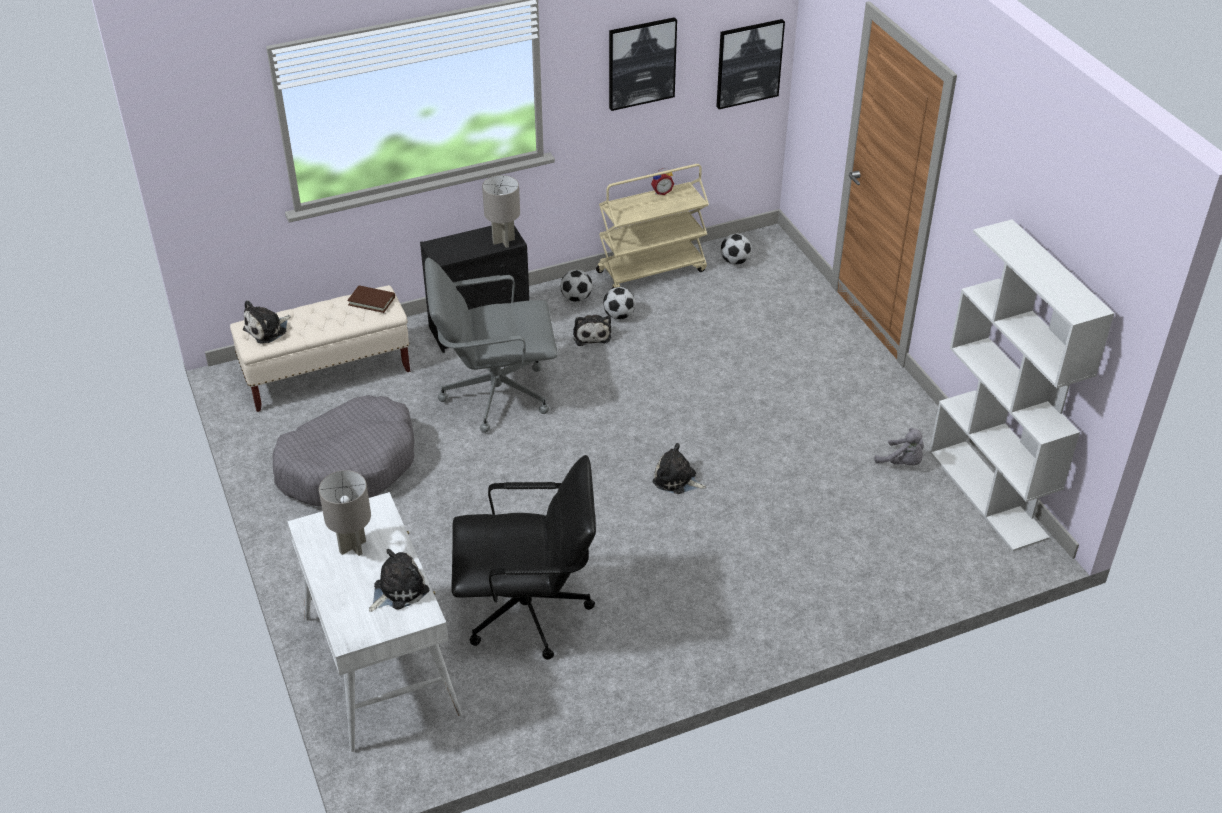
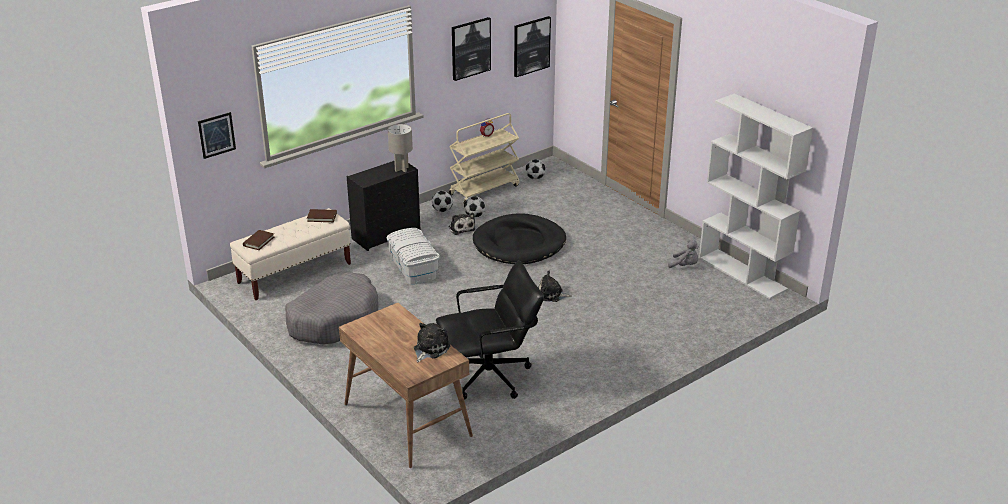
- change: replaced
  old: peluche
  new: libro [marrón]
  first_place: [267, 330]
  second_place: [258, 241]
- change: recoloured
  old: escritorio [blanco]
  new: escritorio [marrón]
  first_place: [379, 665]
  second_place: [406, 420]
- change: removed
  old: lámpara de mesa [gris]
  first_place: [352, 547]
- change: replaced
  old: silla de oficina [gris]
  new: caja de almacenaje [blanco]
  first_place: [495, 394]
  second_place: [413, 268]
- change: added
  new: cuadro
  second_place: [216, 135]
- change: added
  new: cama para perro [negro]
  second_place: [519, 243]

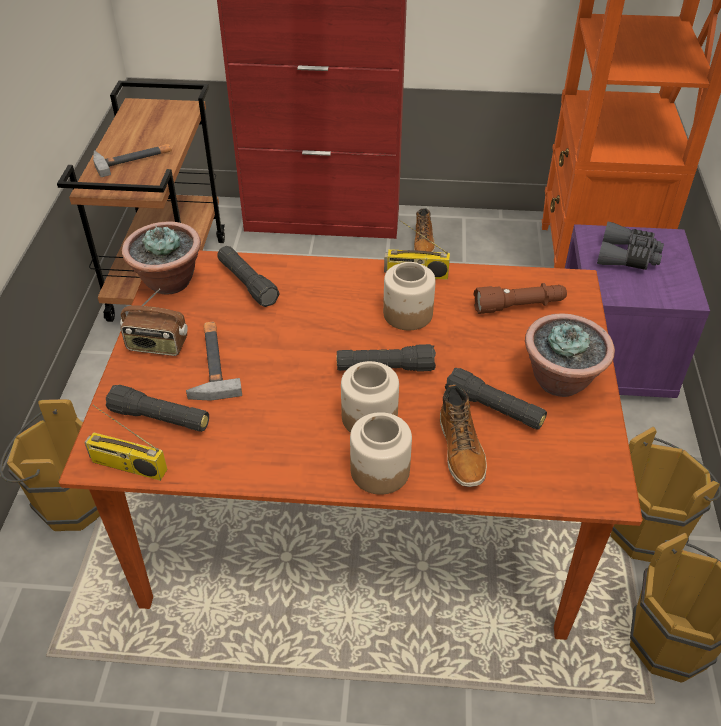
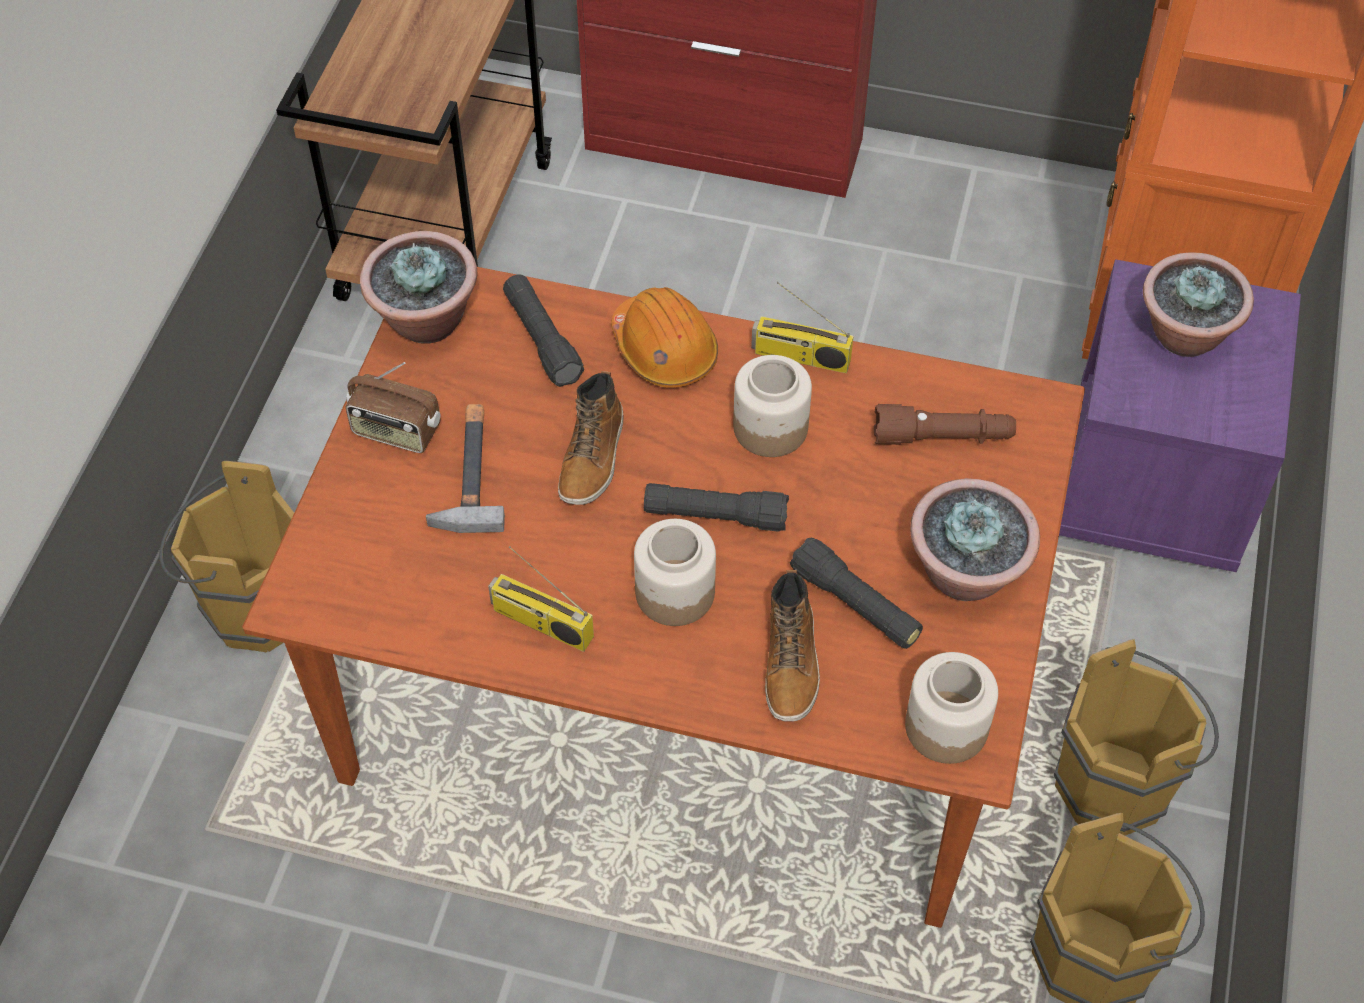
- change: moved
  old: radio
  first_place: [127, 466]
  second_place: [540, 623]
- change: removed
  old: martillo
  first_place: [133, 159]
- change: removed
  old: linterna [negro]
  first_place: [160, 418]
- change: moved
  old: tarro
  first_place: [379, 470]
  second_place: [945, 726]
- change: moved
  old: bota
  first_place: [424, 243]
  second_place: [593, 457]
- change: replaced
  old: prismáticos [gris]
  new: planta en maceta
  first_place: [628, 257]
  second_place: [1184, 337]
- change: added
  new: casco [naranja]
  second_place: [664, 349]

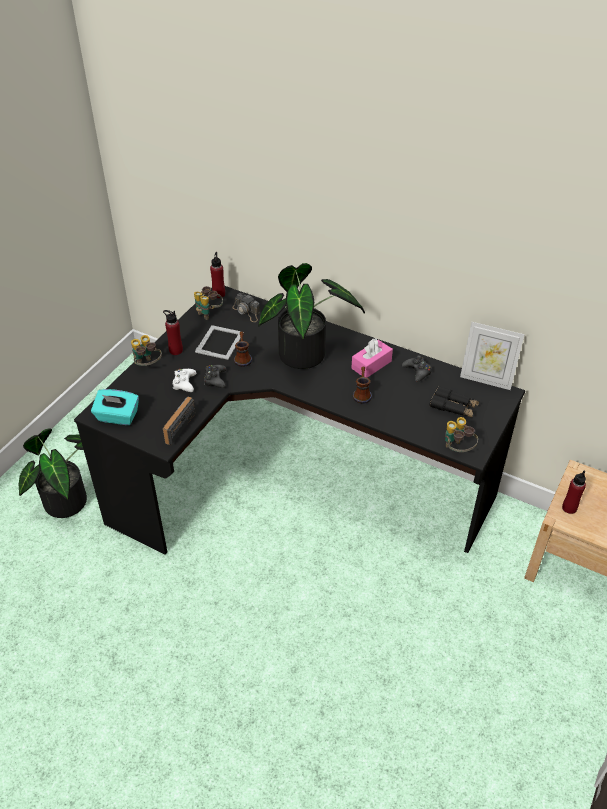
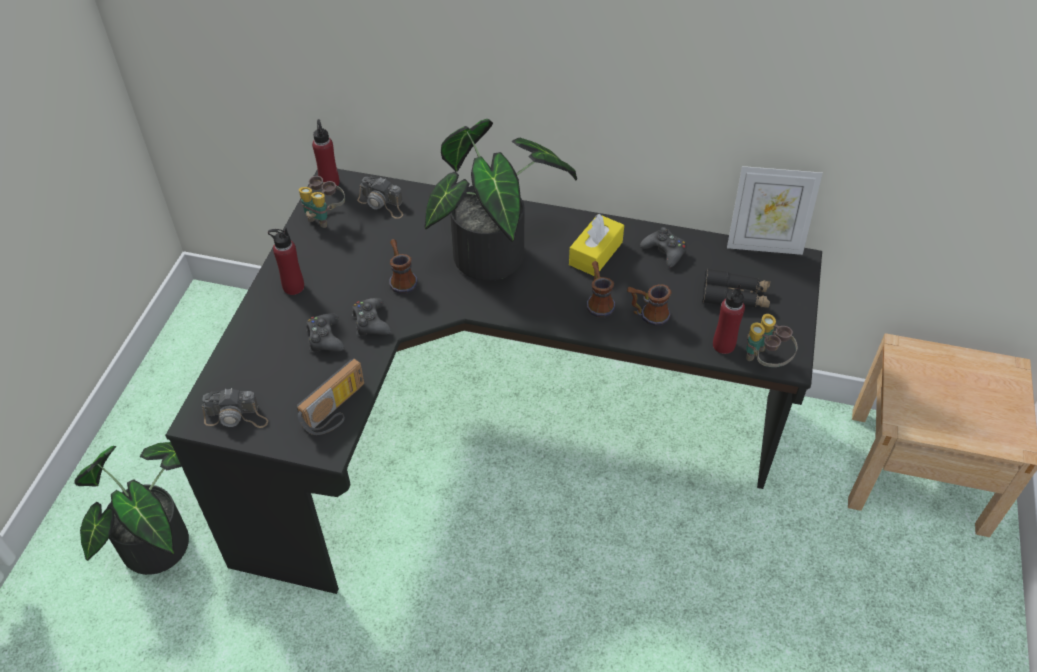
- change: replaced
  old: caja de pañuelos [turquesa]
  new: cámara
  first_place: [117, 417]
  second_place: [236, 416]
- change: removed
  old: prismáticos
  first_place: [147, 365]
- change: turned
  old: radio
  first_place: [177, 425]
  second_place: [337, 411]
  degrees: -150
- change: recoloured
  old: mando de consola [blanco]
  new: mando de consola [negro]
  first_place: [184, 383]
  second_place: [325, 338]
- change: removed
  old: portarretratos
  first_place: [220, 342]
- change: recoloured
  old: caja de pañuelos [rosa]
  new: caja de pañuelos [amarillo]
  first_place: [371, 365]
  second_place: [595, 253]
- change: moved
  old: botella [rojo]
  first_place: [569, 508]
  second_place: [723, 345]
- change: added
  new: taza grande
  second_place: [647, 315]

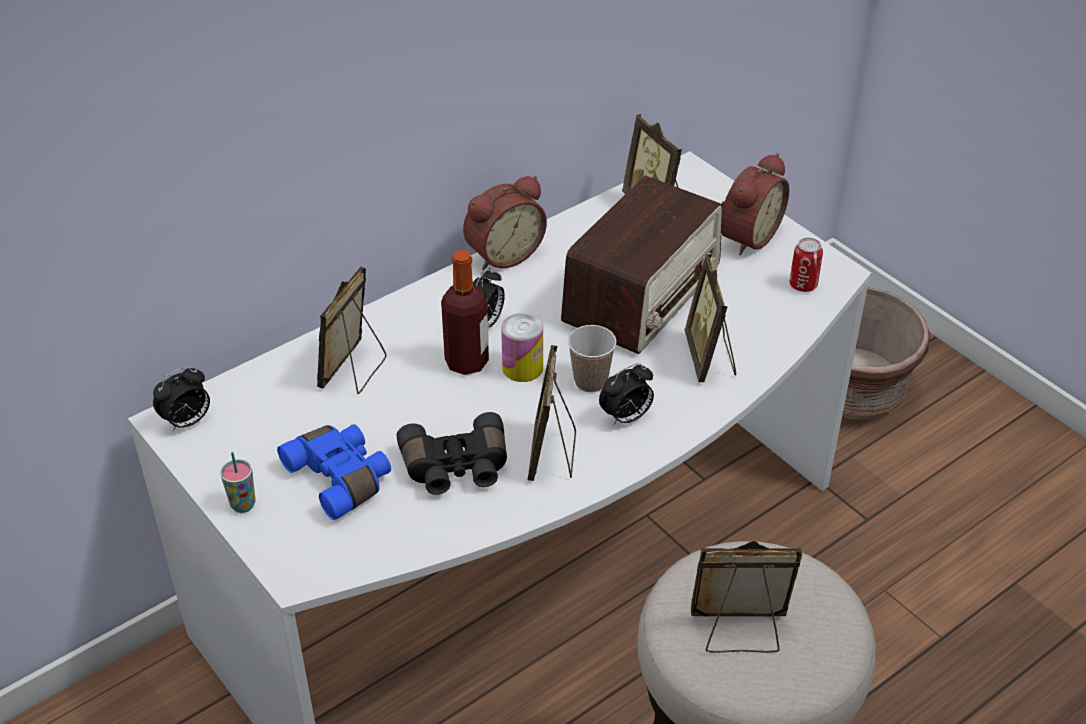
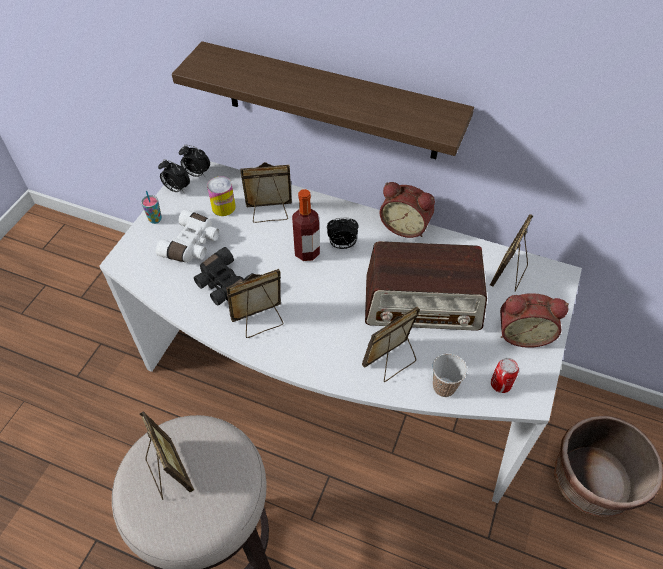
- change: recoloured
  old: prismáticos [azul]
  new: prismáticos [blanco]
  first_place: [341, 477]
  second_place: [192, 245]
- change: moved
  old: lata
  first_place: [522, 367]
  second_place: [223, 207]
- change: moved
  old: taza
  first_place: [590, 381]
  second_place: [444, 387]
- change: moved
  old: despertador
  first_place: [626, 418]
  second_place: [176, 189]
- change: added
  new: estante
  second_place: [331, 102]

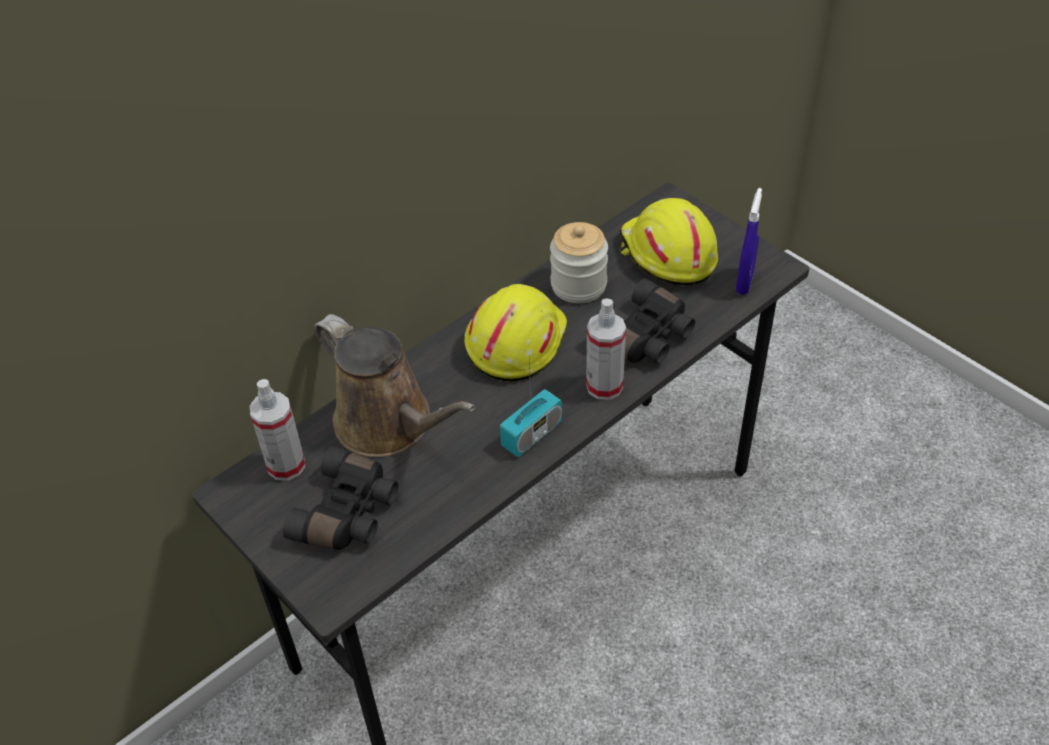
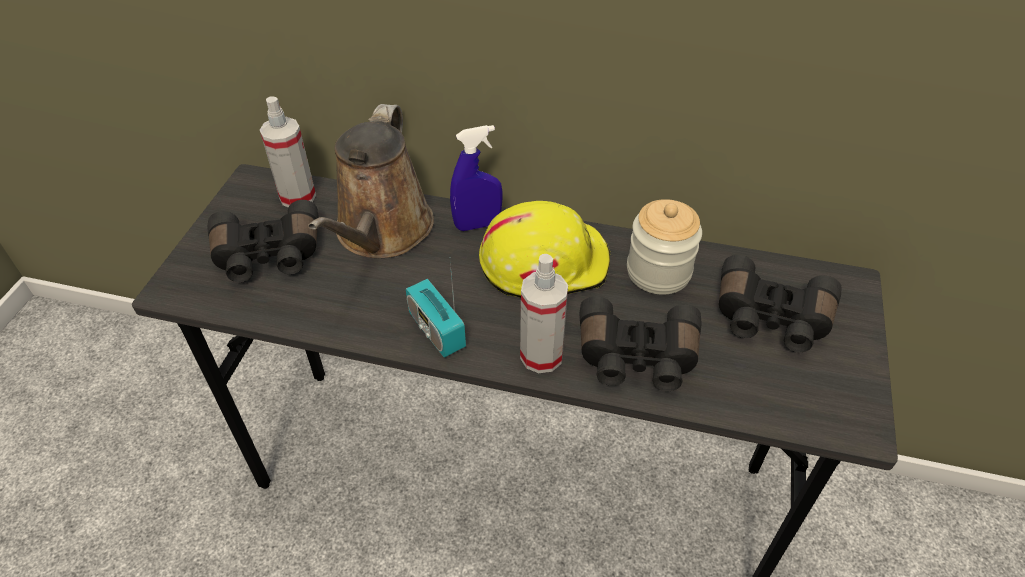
- change: turned
  old: radio
  first_place: [532, 434]
  second_place: [436, 330]
  degrees: 45
- change: replaced
  old: casco [amarillo]
  new: prismáticos [negro]
  first_place: [666, 255]
  second_place: [770, 319]
- change: moved
  old: pulverizador [azul]
  first_place: [744, 282]
  second_place: [477, 224]

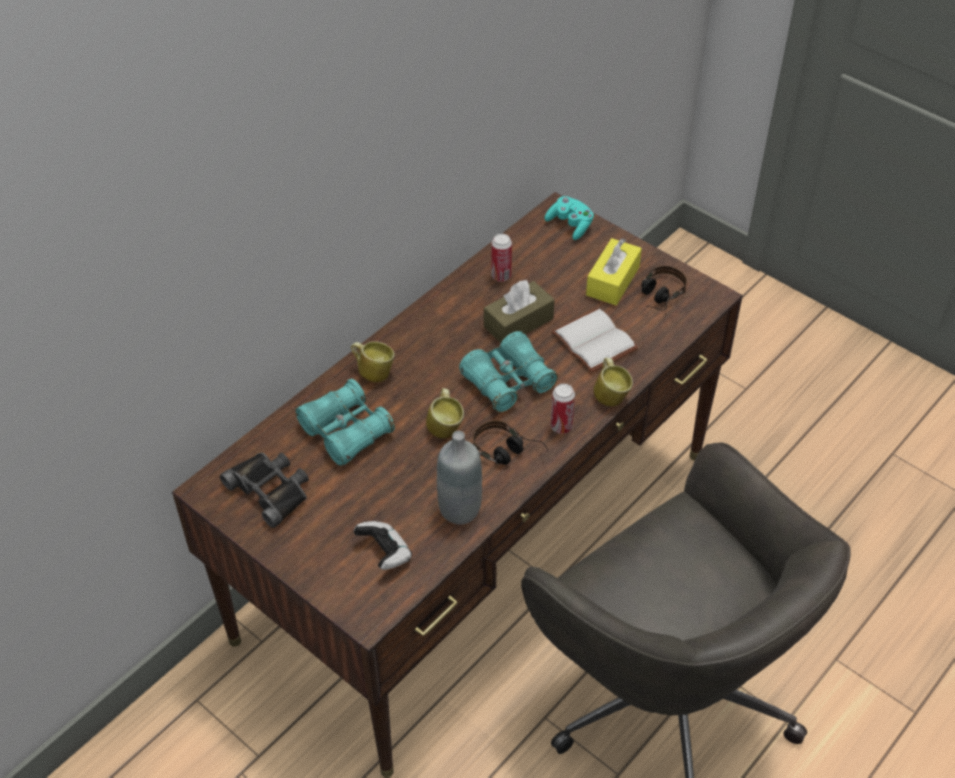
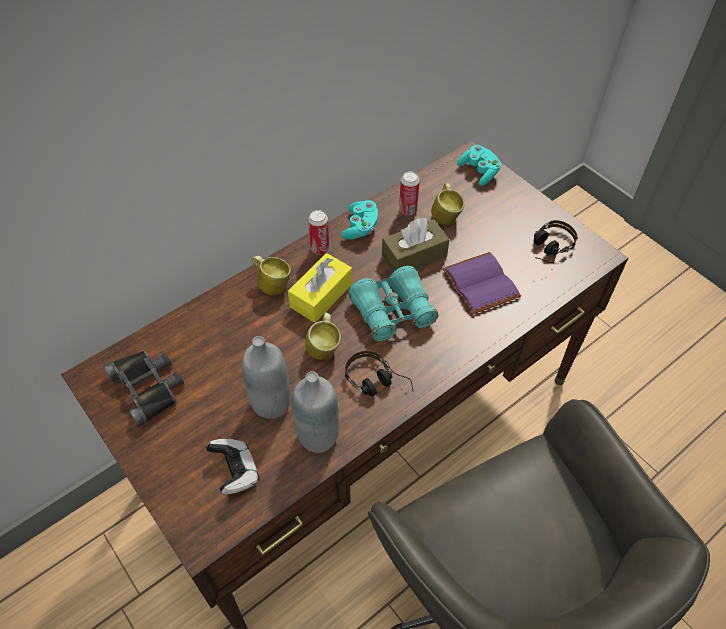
- change: removed
  old: prismáticos [turquesa]
  first_place: [346, 431]
- change: recoloured
  old: libro [blanco]
  new: libro [morado]
  first_place: [596, 341]
  second_place: [483, 284]
- change: moved
  old: lata
  first_place: [561, 426]
  second_place: [320, 248]
- change: moved
  old: caja de pañuelos [amarillo]
  first_place: [612, 281]
  second_place: [321, 295]
- change: moved
  old: taza grande
  first_place: [611, 395]
  second_place: [446, 216]
- change: added
  new: botella [gris]
  second_place: [271, 403]
- change: added
  new: mando de consola [turquesa]
  second_place: [360, 227]

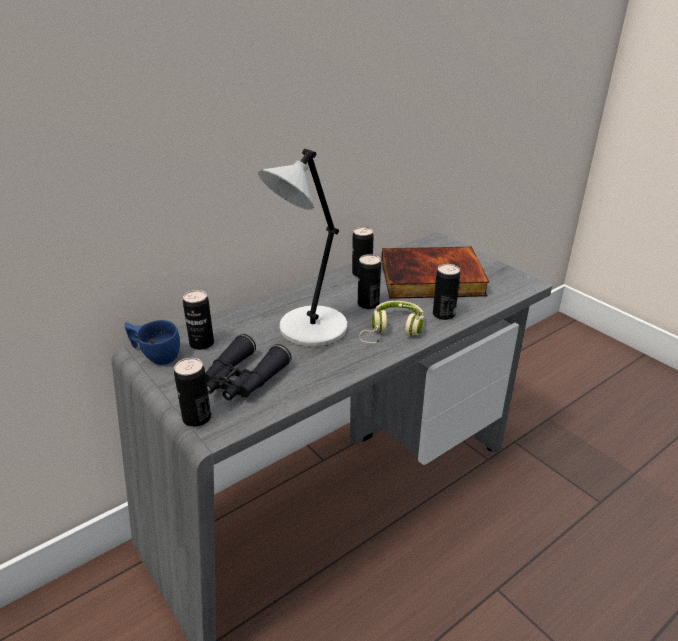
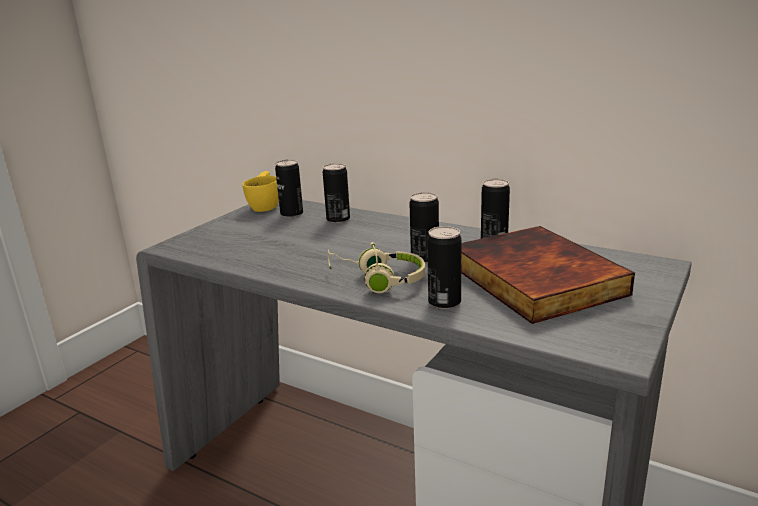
- change: recoloured
  old: taza [azul]
  new: taza [amarillo]
  first_place: [155, 355]
  second_place: [266, 205]
- change: moved
  old: lata
  first_place: [197, 418]
  second_place: [338, 219]
- change: removed
  old: prismáticos [negro]
  first_place: [242, 380]
- change: removed
  old: lámpara de mesa [gris]
  first_place: [310, 329]

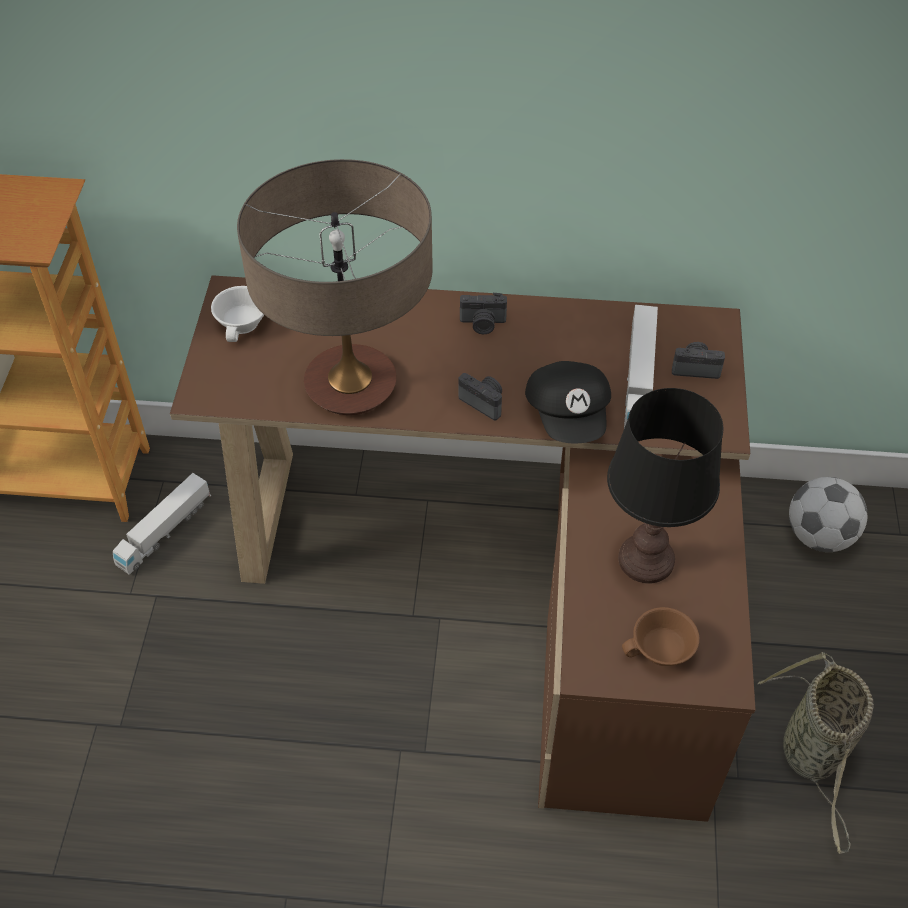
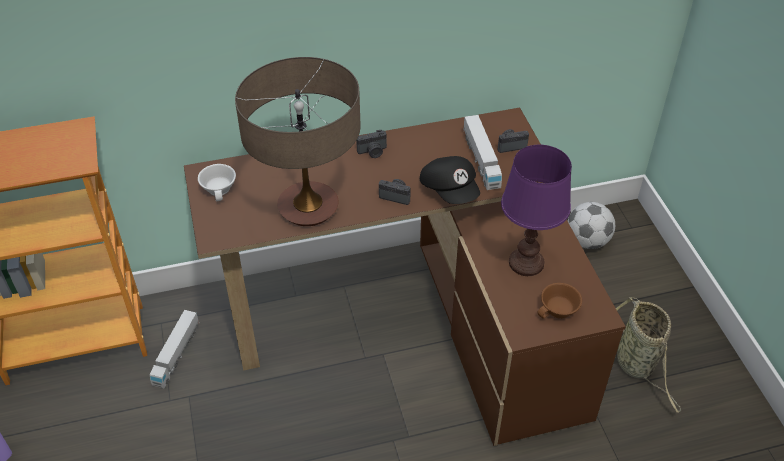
- change: recoloured
  old: lámpara de mesa [negro]
  new: lámpara de mesa [morado]
  first_place: [647, 559]
  second_place: [526, 262]

